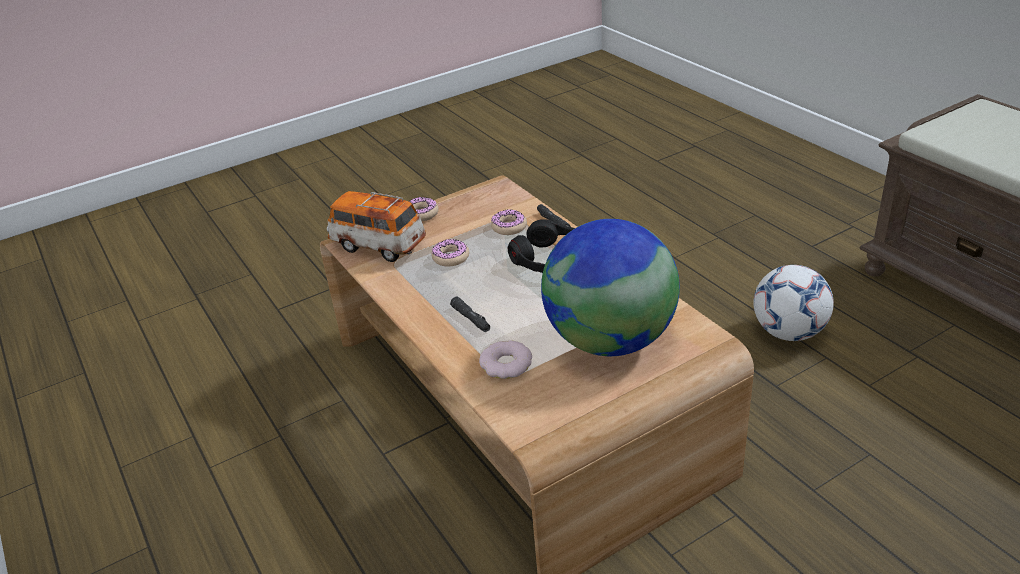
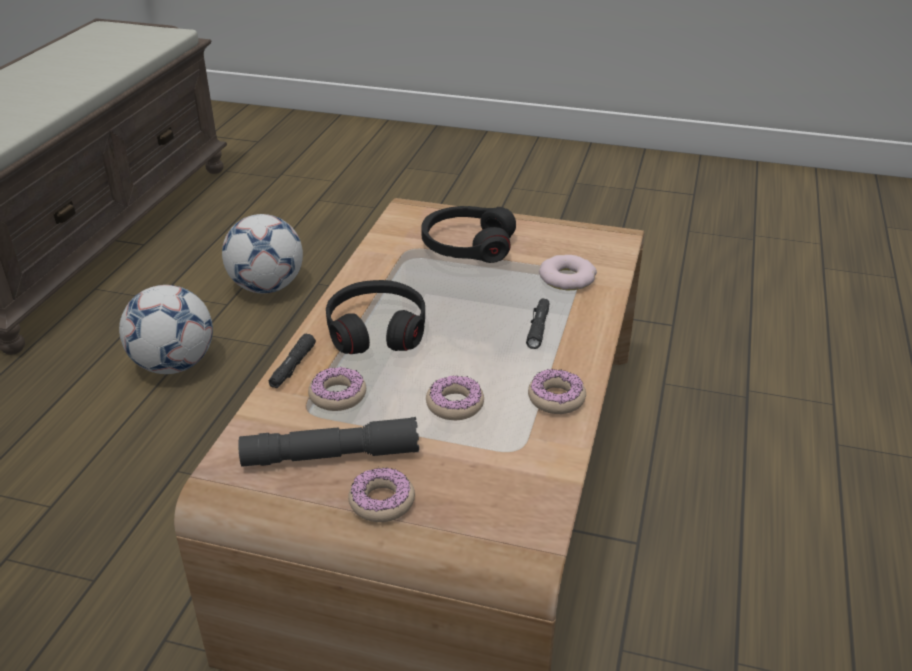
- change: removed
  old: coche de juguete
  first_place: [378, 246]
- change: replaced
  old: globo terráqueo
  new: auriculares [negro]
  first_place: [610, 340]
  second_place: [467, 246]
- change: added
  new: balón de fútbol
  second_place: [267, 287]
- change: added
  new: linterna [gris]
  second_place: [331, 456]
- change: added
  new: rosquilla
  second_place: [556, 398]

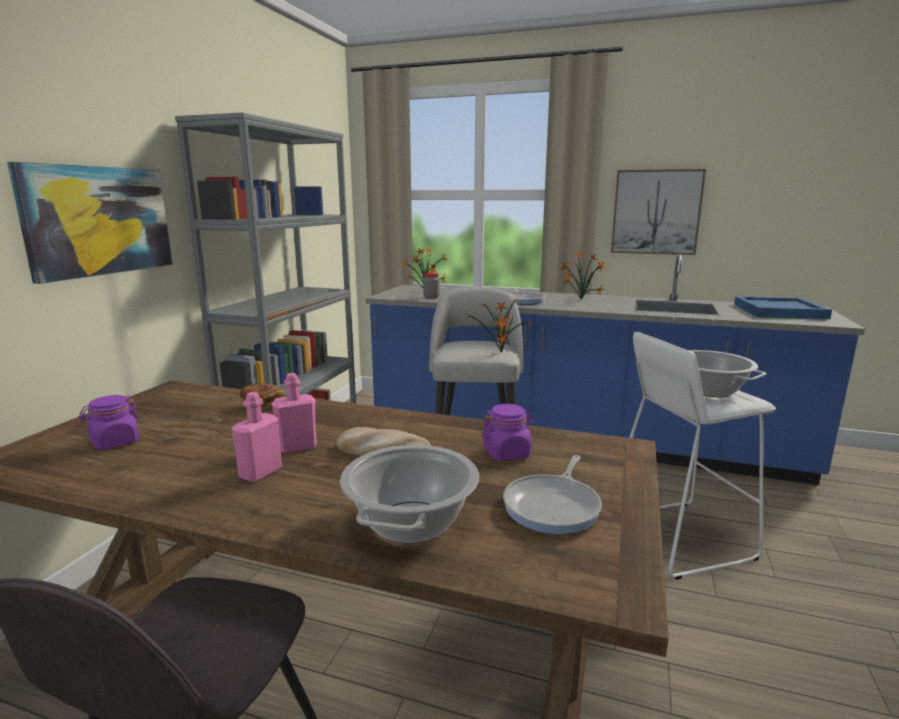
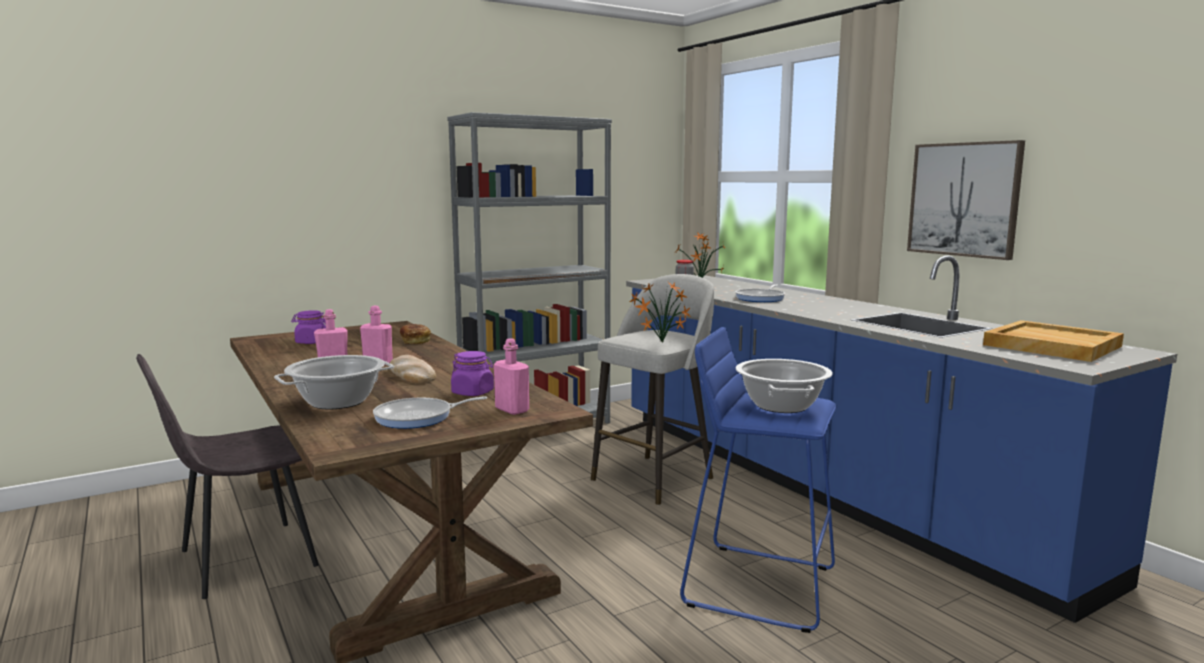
- change: removed
  old: cuadro
  first_place: [99, 221]
- change: removed
  old: planta en maceta
  first_place: [580, 299]
- change: recoloured
  old: taburete [blanco]
  new: taburete [azul]
  first_place: [678, 537]
  second_place: [759, 585]
- change: recoloured
  old: bandeja [azul]
  new: bandeja [beis]
  first_place: [778, 311]
  second_place: [1050, 345]
- change: added
  new: botella [rosa]
  second_place: [512, 410]

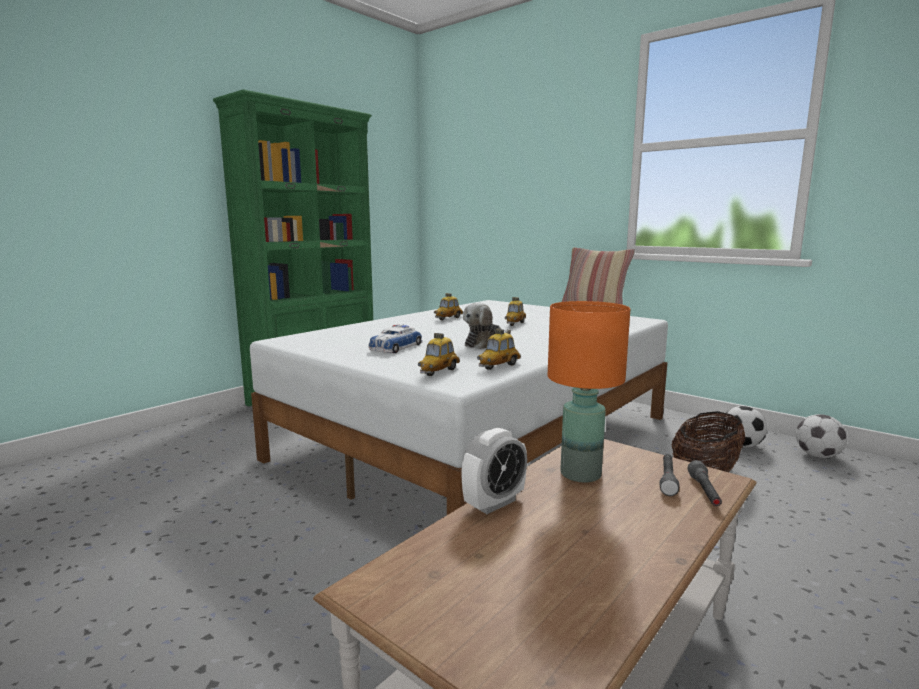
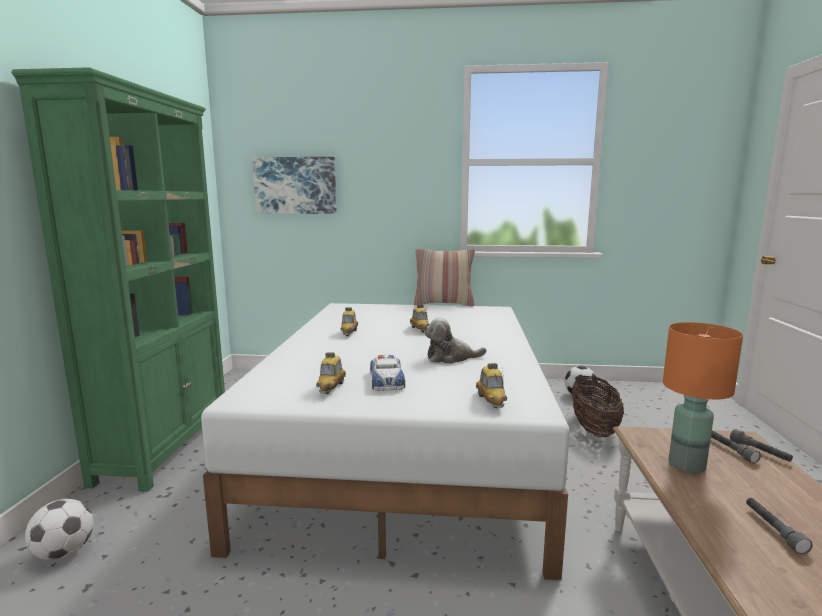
- change: removed
  old: despertador
  first_place: [494, 503]
- change: turned
  old: peluche
  first_place: [486, 343]
  second_place: [450, 358]
  degrees: 75
- change: moved
  old: coche de juguete
  first_place: [498, 366]
  second_place: [331, 388]
- change: moved
  old: balón de fútbol
  first_place: [817, 456]
  second_place: [64, 552]
- change: added
  new: cuadro
  second_place: [295, 185]
- change: added
  new: linterna [gris]
  second_place: [773, 530]

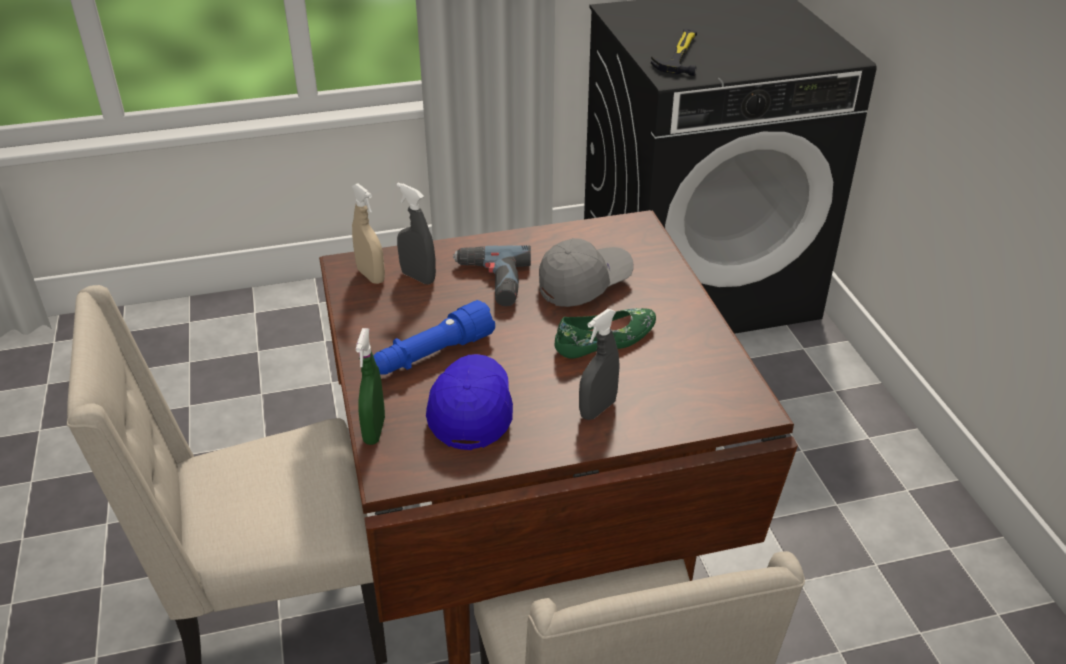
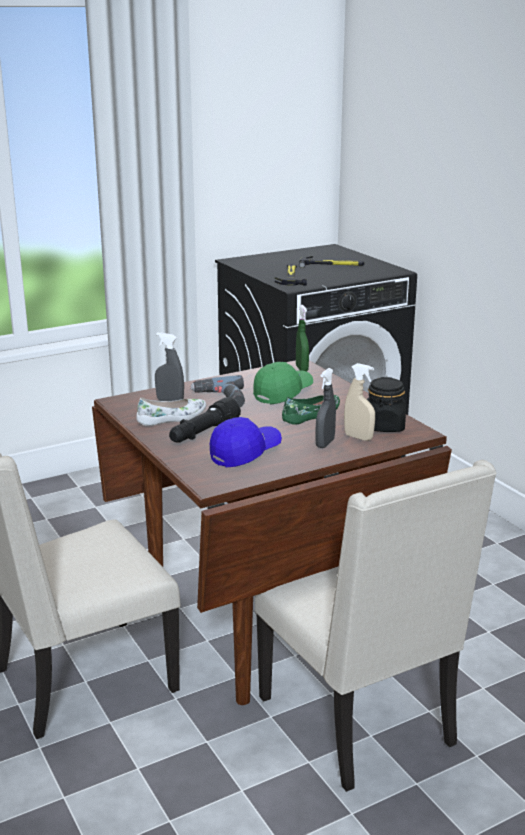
- change: moved
  old: pulverizador [beis]
  first_place: [371, 276]
  second_place: [358, 437]
- change: moved
  old: pulverizador [verde]
  first_place: [374, 431]
  second_place: [302, 369]
- change: recoloured
  old: linterna [azul]
  new: linterna [negro]
  first_place: [432, 355]
  second_place: [203, 433]
- change: turned
  old: gorra [azul]
  first_place: [471, 411]
  second_place: [245, 453]
  degrees: 60
- change: recoloured
  old: gorra [gris]
  new: gorra [verde]
  first_place: [584, 284]
  second_place: [283, 393]
- change: added
  new: zapato [blanco]
  second_place: [172, 418]
- change: added
  new: martillo
  second_place: [331, 265]
- change: added
  new: tarro [negro]
  second_place: [384, 426]

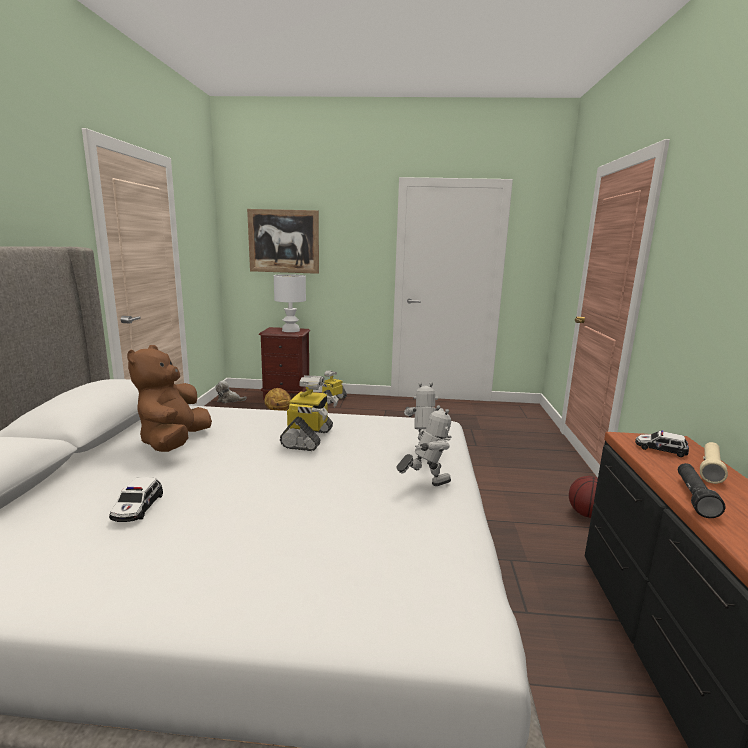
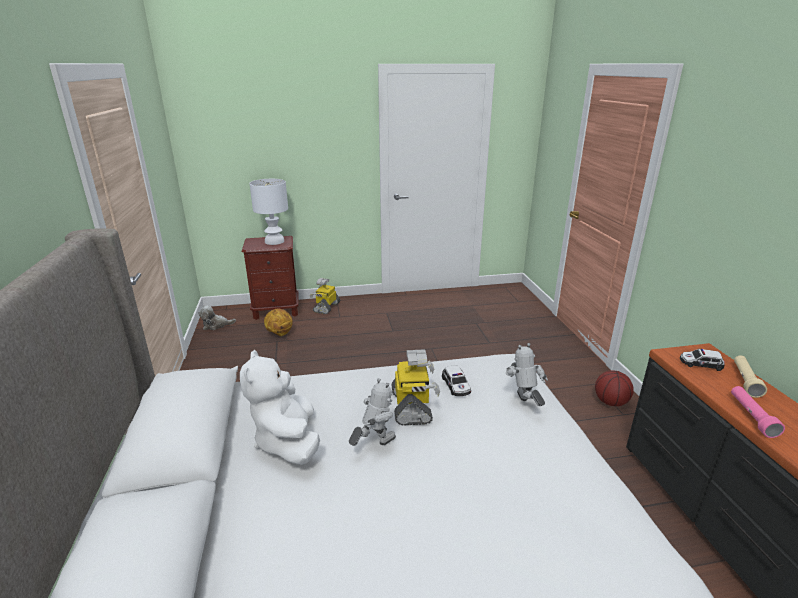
- change: moved
  old: coche de juguete
  first_place: [137, 507]
  second_place: [456, 386]
- change: recoloured
  old: peluche [marrón]
  new: peluche [blanco]
  first_place: [174, 443]
  second_place: [287, 441]
- change: removed
  old: cuadro
  first_place: [283, 241]
- change: moved
  old: robot de juguete
  first_place: [425, 484]
  second_place: [374, 445]
- change: recoloured
  old: linterna [negro]
  new: linterna [rosa]
  first_place: [694, 497]
  second_place: [751, 416]

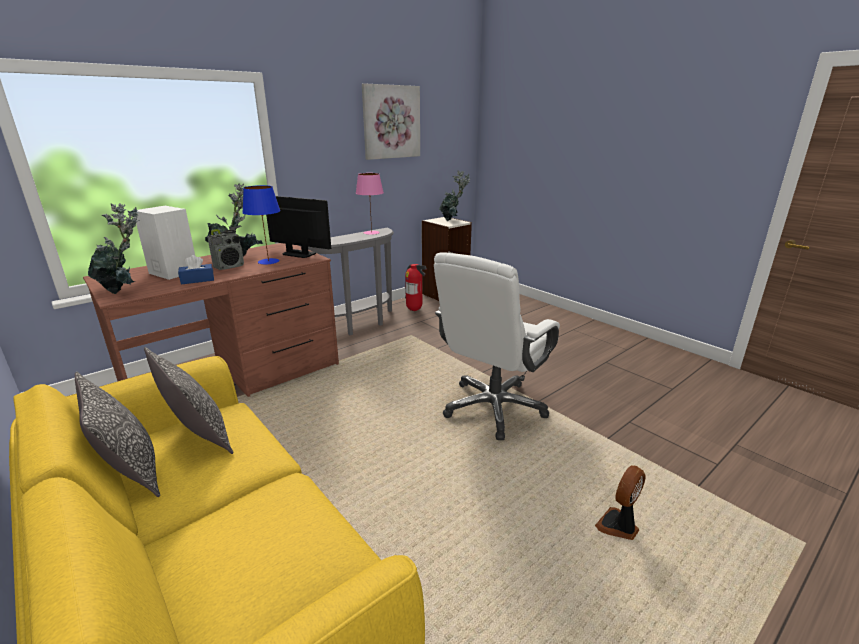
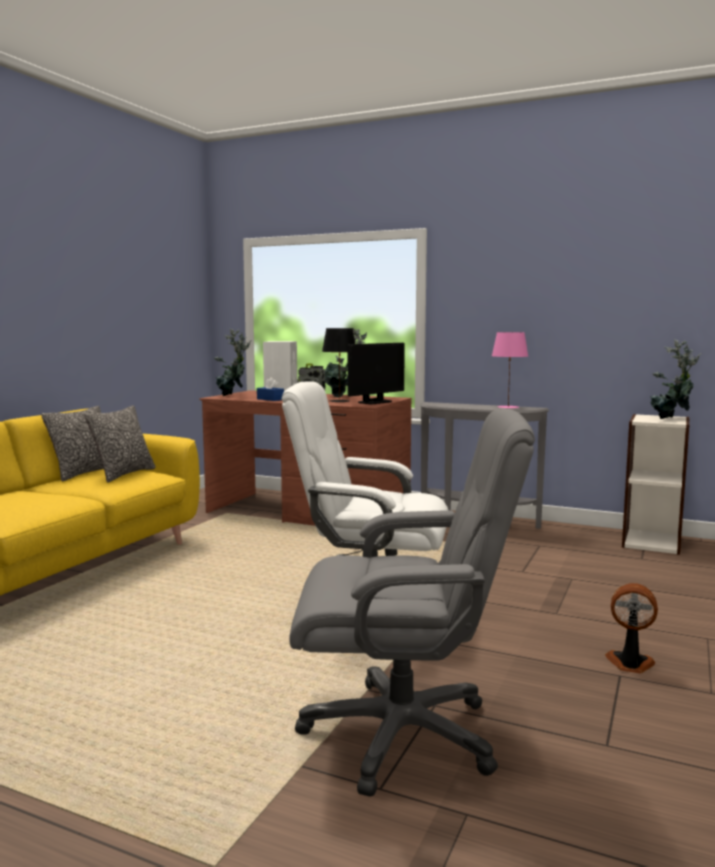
- change: recoloured
  old: lámpara de mesa [azul]
  new: lámpara de mesa [negro]
  first_place: [269, 261]
  second_place: [340, 401]
- change: turned
  old: monitor
  first_place: [299, 254]
  second_place: [375, 402]
  degrees: 45
- change: removed
  old: cuadro
  first_place: [391, 122]
- change: removed
  old: extintor
  first_place: [414, 310]
- change: moved
  old: ventilador
  first_place: [618, 526]
  second_place: [630, 664]
- change: added
  new: silla de oficina [gris]
  second_place: [403, 734]

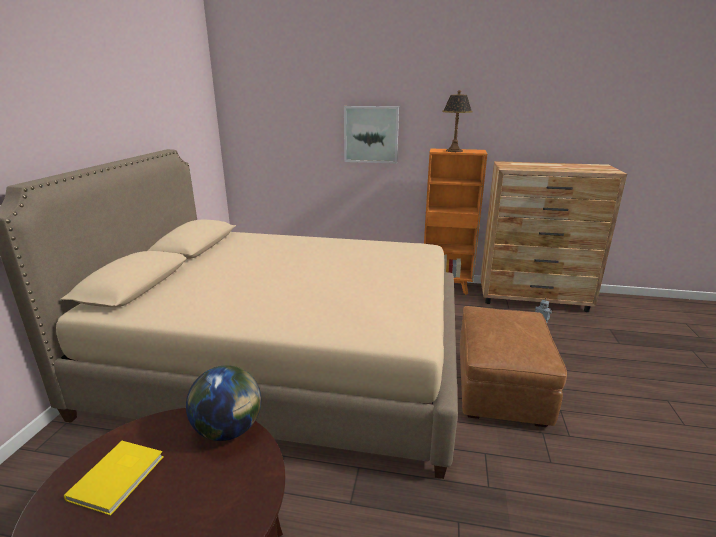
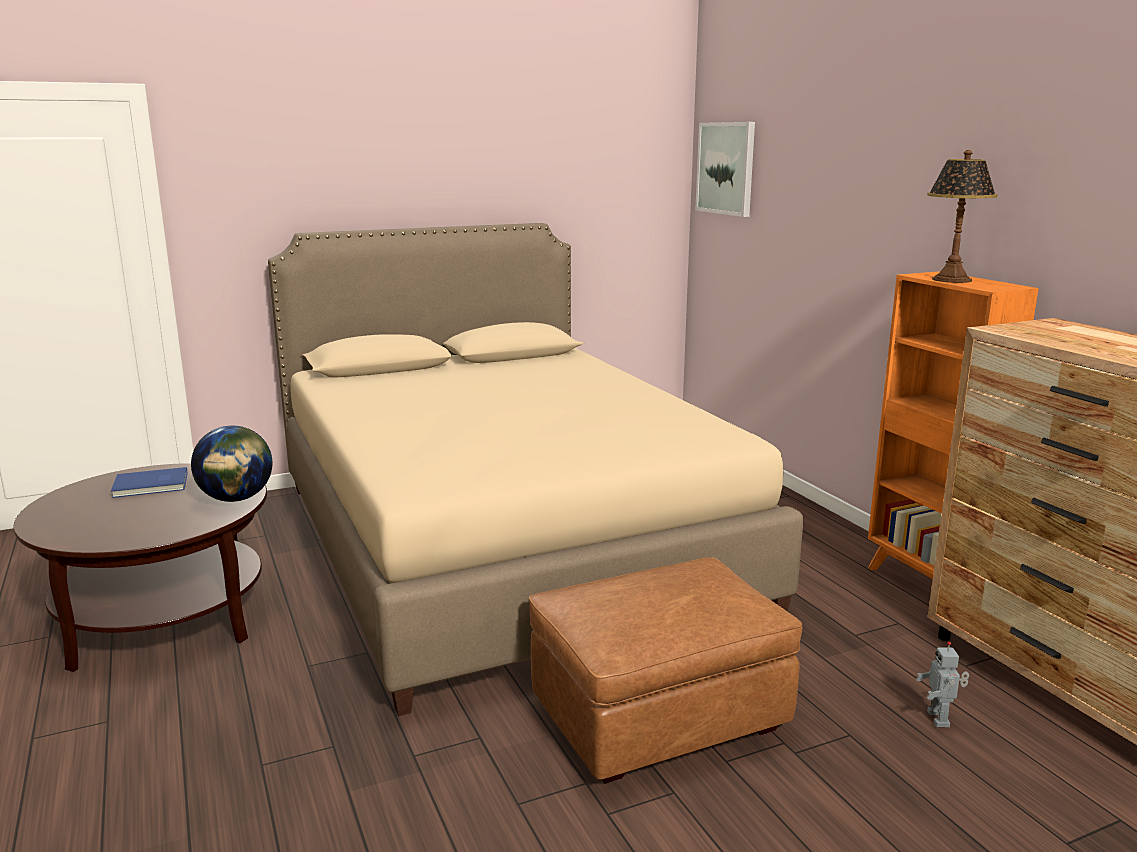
- change: recoloured
  old: libro [amarillo]
  new: libro [azul]
  first_place: [120, 477]
  second_place: [152, 485]
- change: moved
  old: cuadro
  first_place: [371, 134]
  second_place: [726, 168]

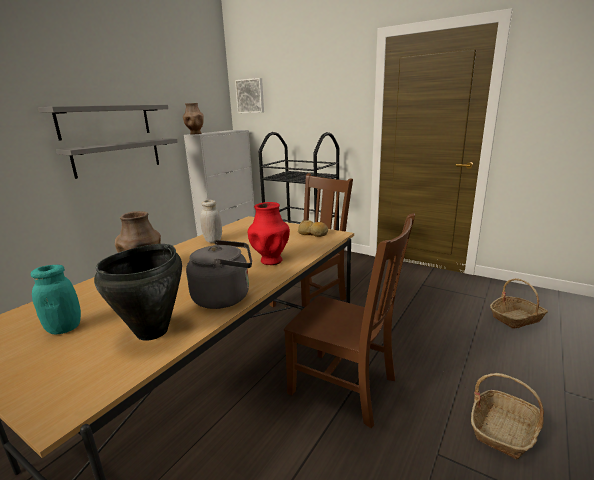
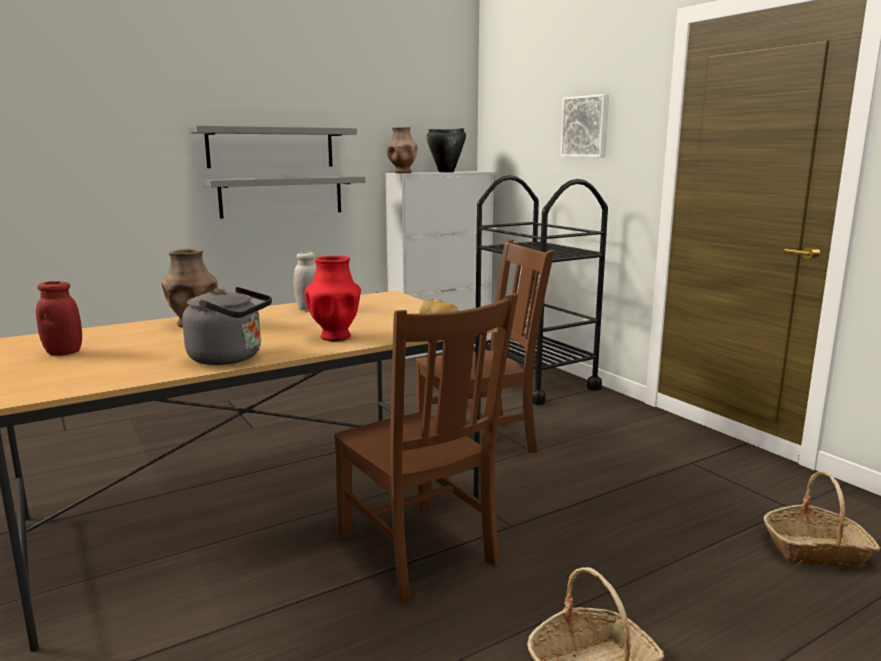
- change: recoloured
  old: tarro [turquesa]
  new: tarro [rojo]
  first_place: [64, 328]
  second_place: [63, 352]
- change: moved
  old: olla [negro]
  first_place: [153, 331]
  second_place: [446, 172]
- change: moved
  old: cuadro
  first_place: [250, 96]
  second_place: [586, 126]

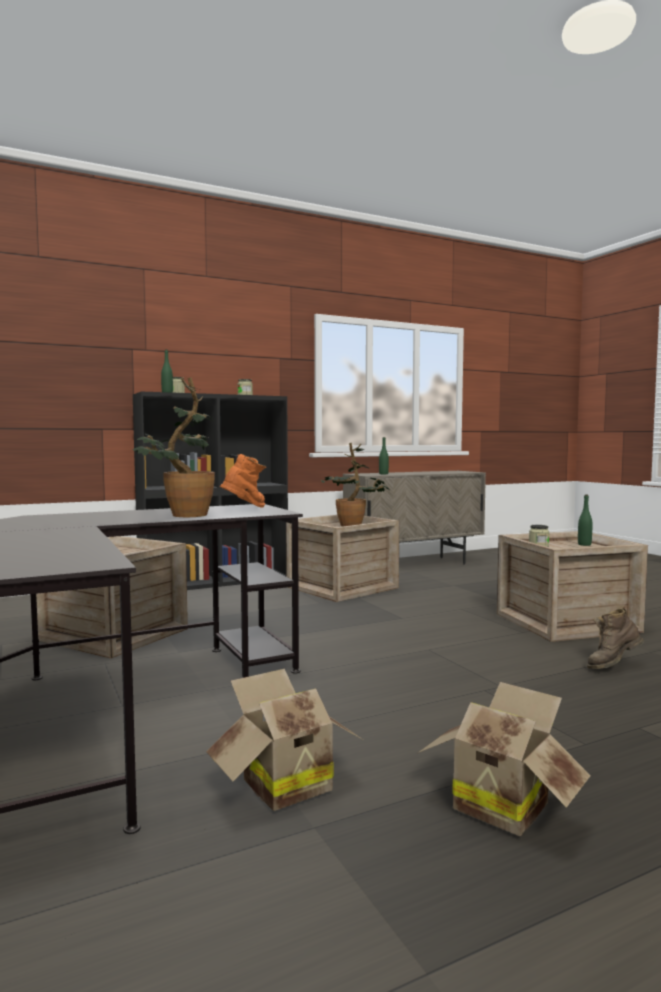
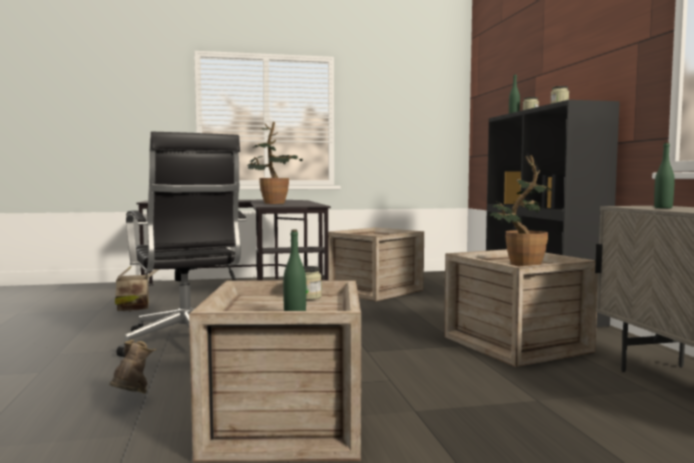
- change: removed
  old: bota [naranja]
  first_place: [245, 509]
- change: removed
  old: caja de cartón
  first_place: [501, 804]
- change: added
  new: silla de oficina [negro]
  second_place: [187, 343]

